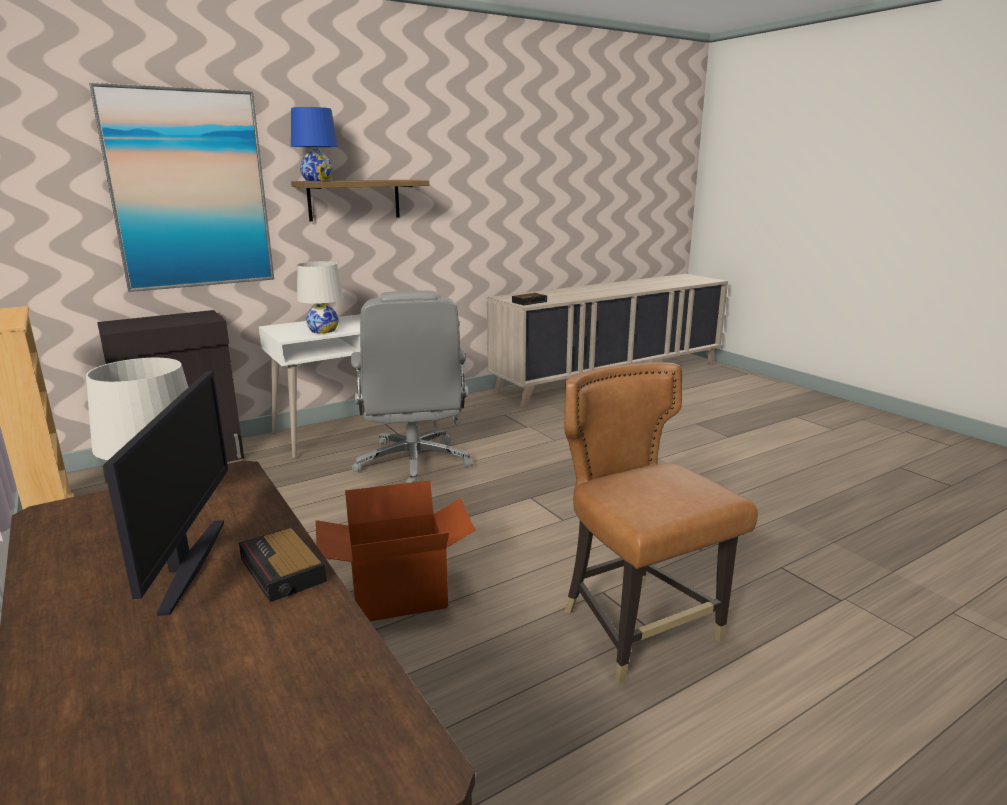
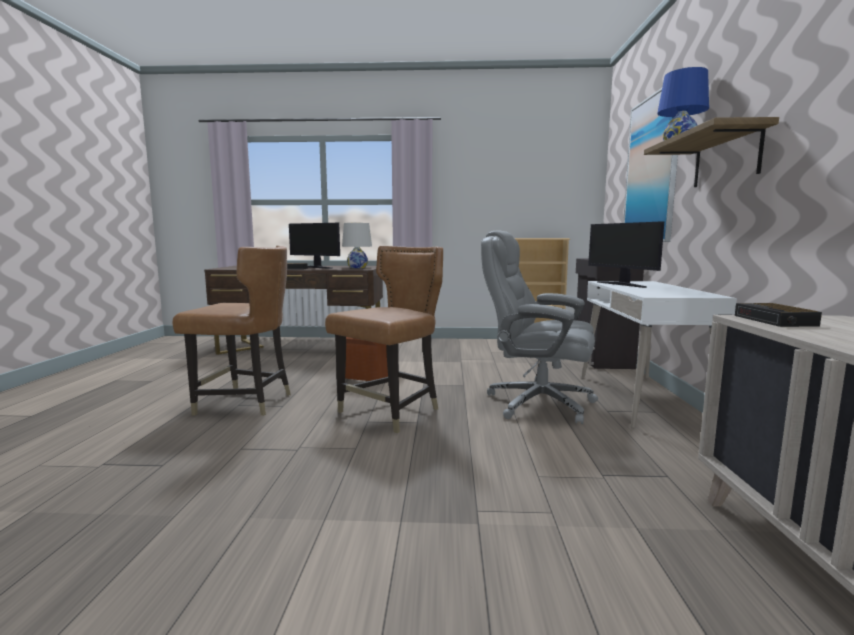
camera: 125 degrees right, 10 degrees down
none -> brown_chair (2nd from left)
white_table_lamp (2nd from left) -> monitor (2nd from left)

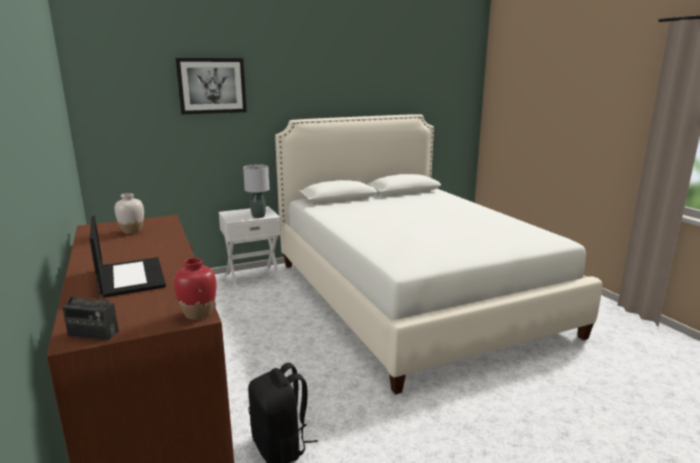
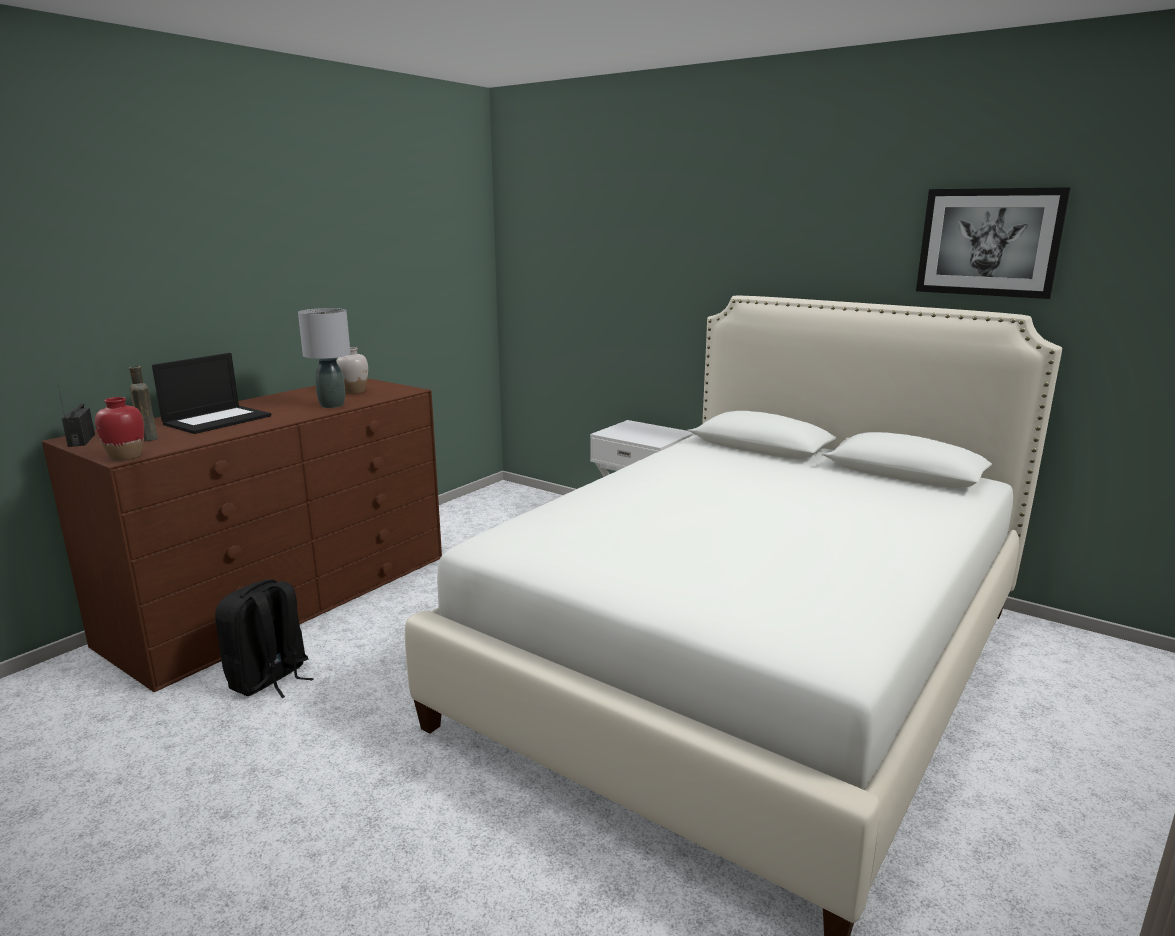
camera: 60 degrees right, 0 degrees up
none -> brown_bottle
picture, moved
grey_table_lamp, moved

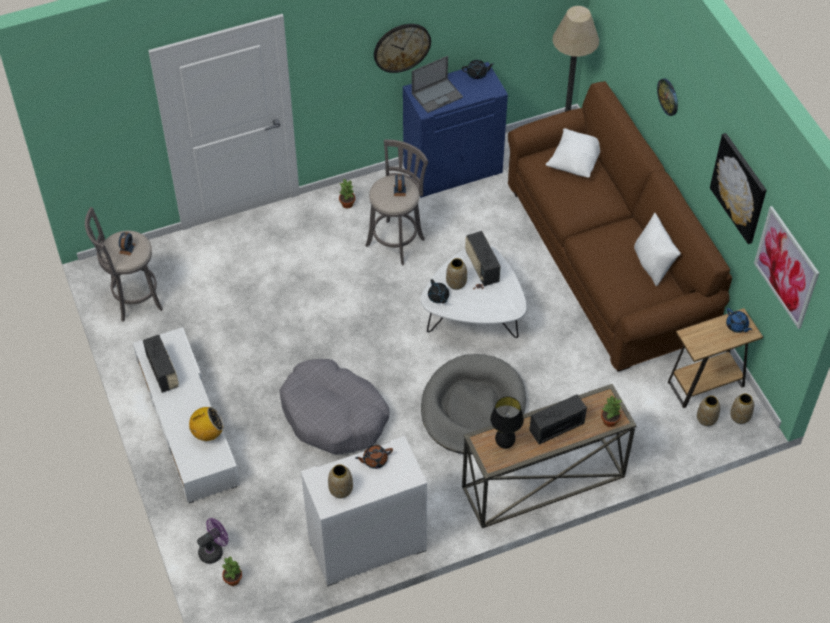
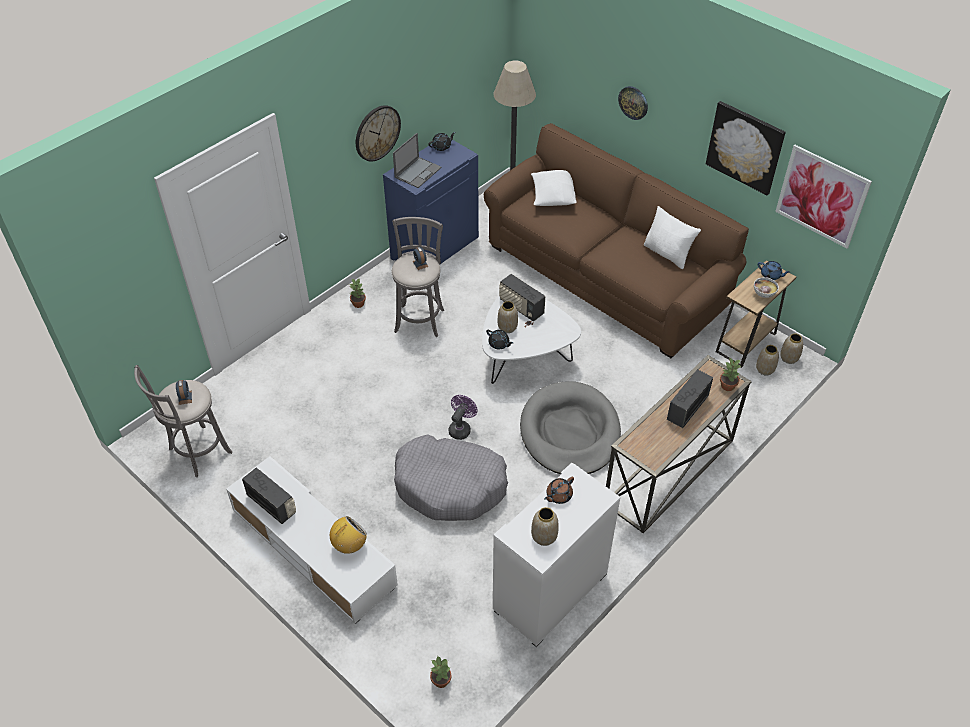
camera: 25 degrees left, 5 degrees down
black_table_lamp -> none
none -> bowl
purple_fan, moved

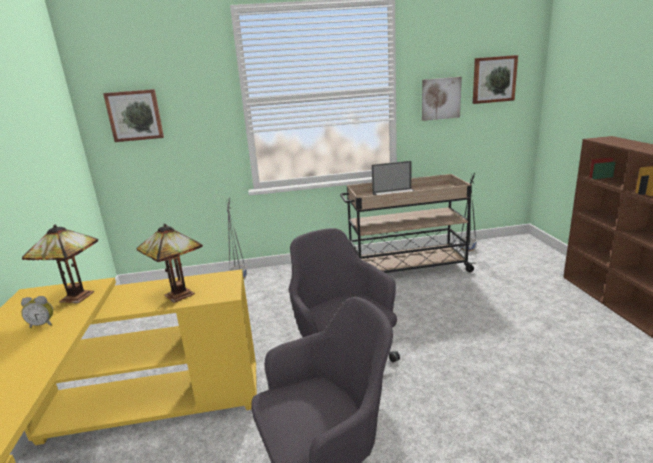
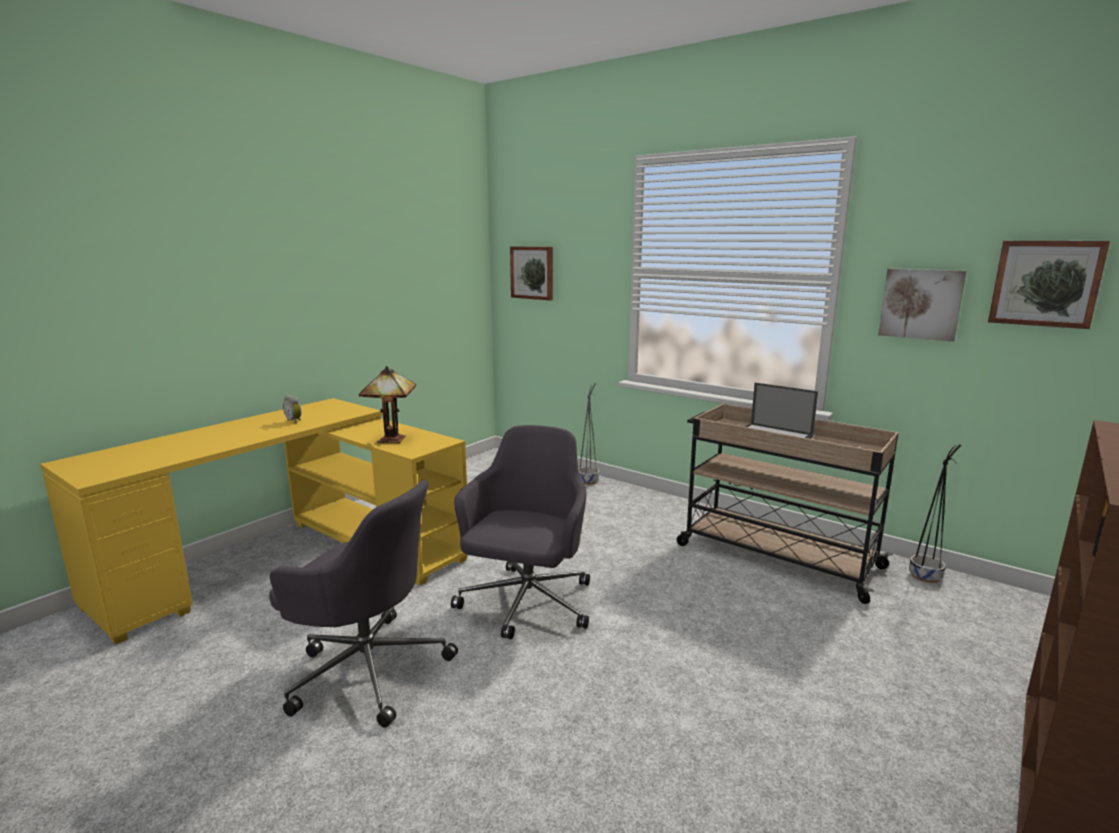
camera: 45 degrees right, 5 degrees down
table_lamp (1st from left) -> none

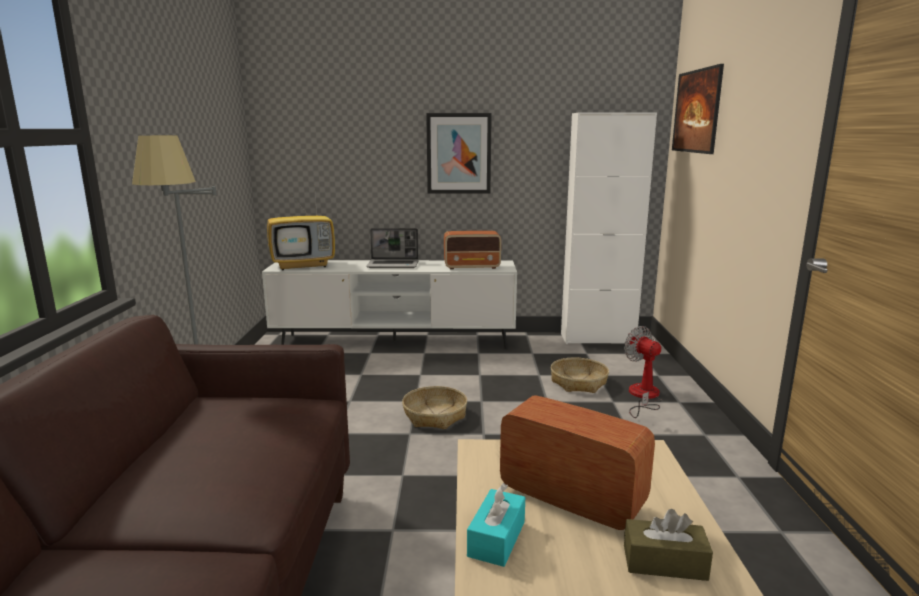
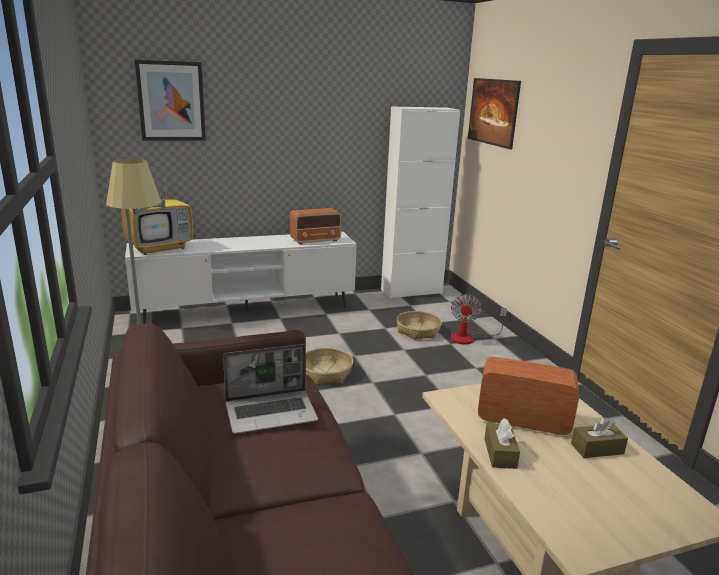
camera: 20 degrees left, 5 degrees up
laptop, moved
picture (1st from left), moved
turquoise_tissue_box -> brown_tissue_box (1st from left)
fan, 120 degrees counterclockwise

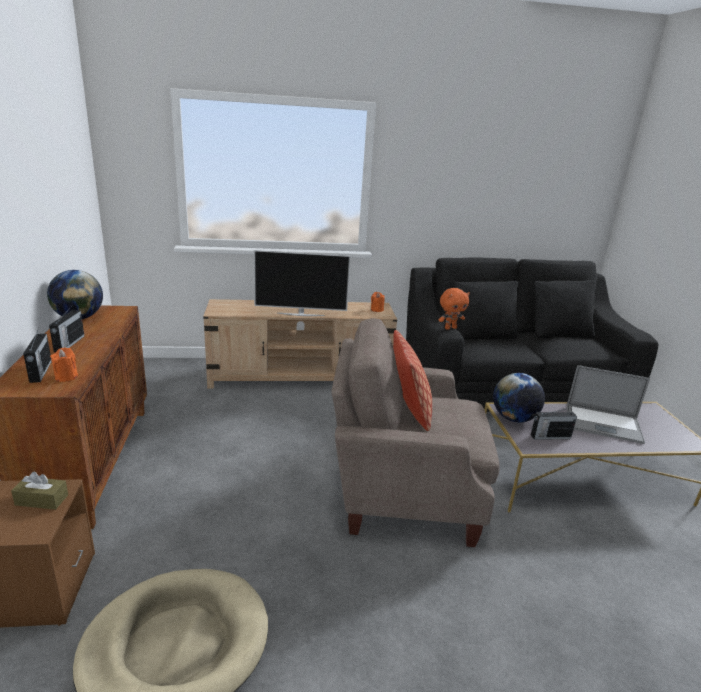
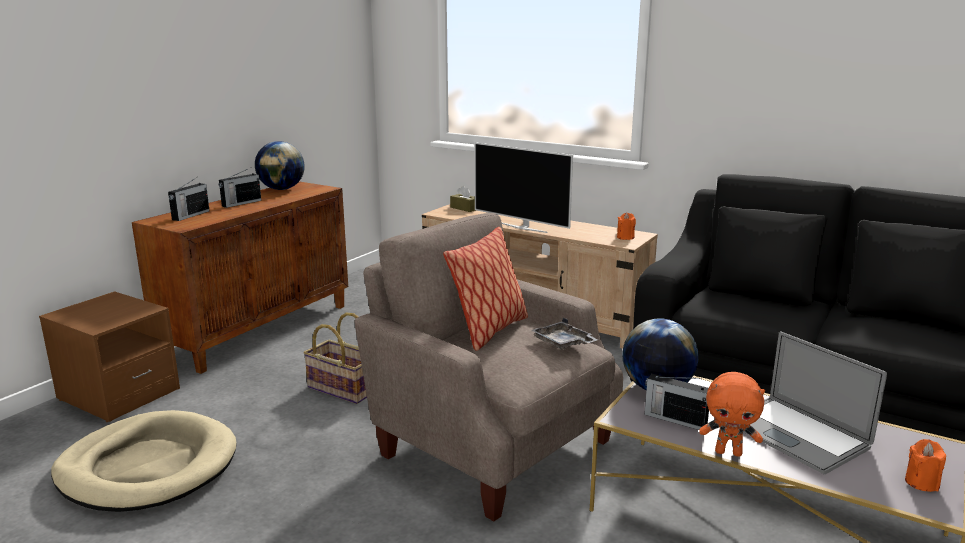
camera: 40 degrees right, 5 degrees down
none -> basket
none -> grey_tray
brown_tissue_box, moved
orange_candle (1st from left in the first image) -> orange_candle (2nd from left), moved
orange_plush_toy, moved

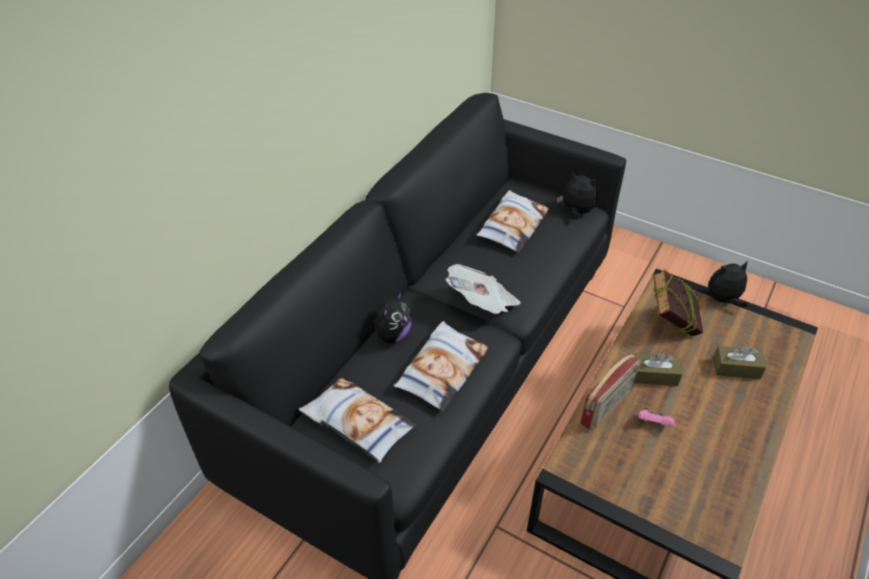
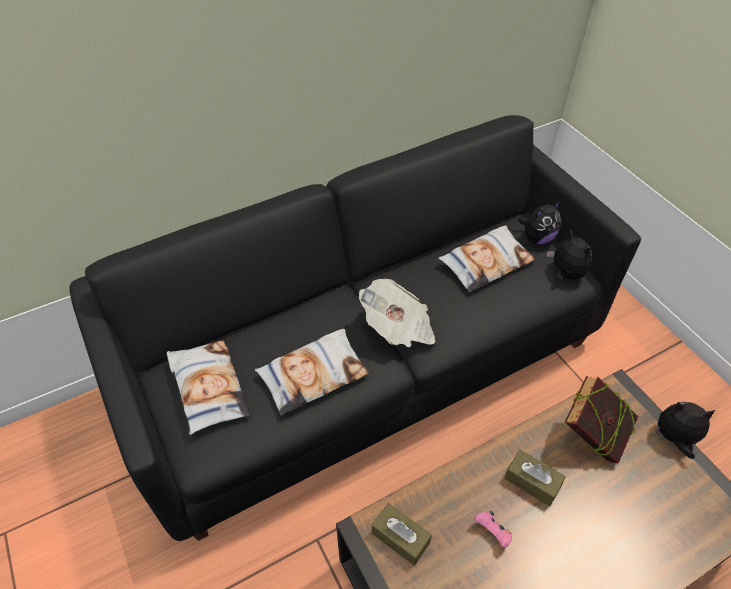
camera: 30 degrees right, 5 degrees up
radio -> none
plush_toy (1st from left), moved
brown_tissue_box (2nd from left in the first image) -> brown_tissue_box (1st from left), moved

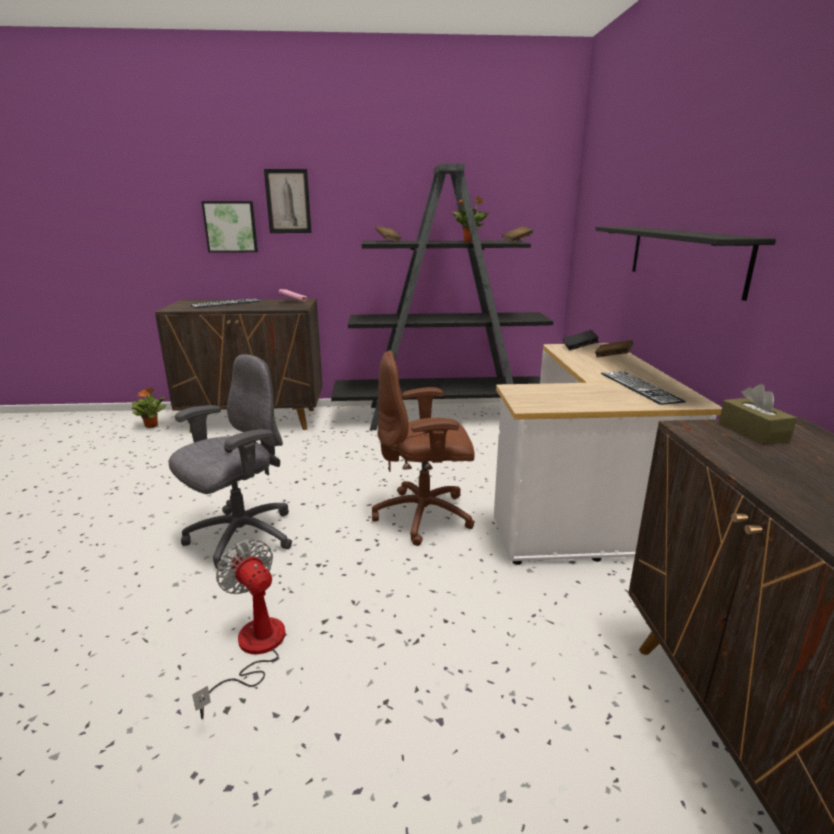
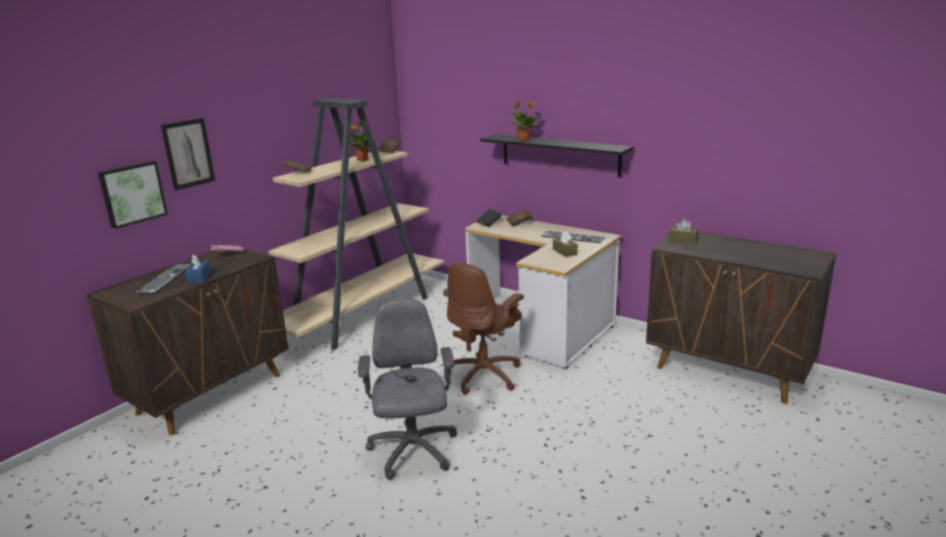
camera: 50 degrees left, 0 degrees up
fan -> none
none -> blue_tissue_box
none -> brown_tissue_box (1st from left)
potted_plant (1st from left in the first image) -> potted_plant (2nd from left), moved
black_bookcase -> beige_bookcase

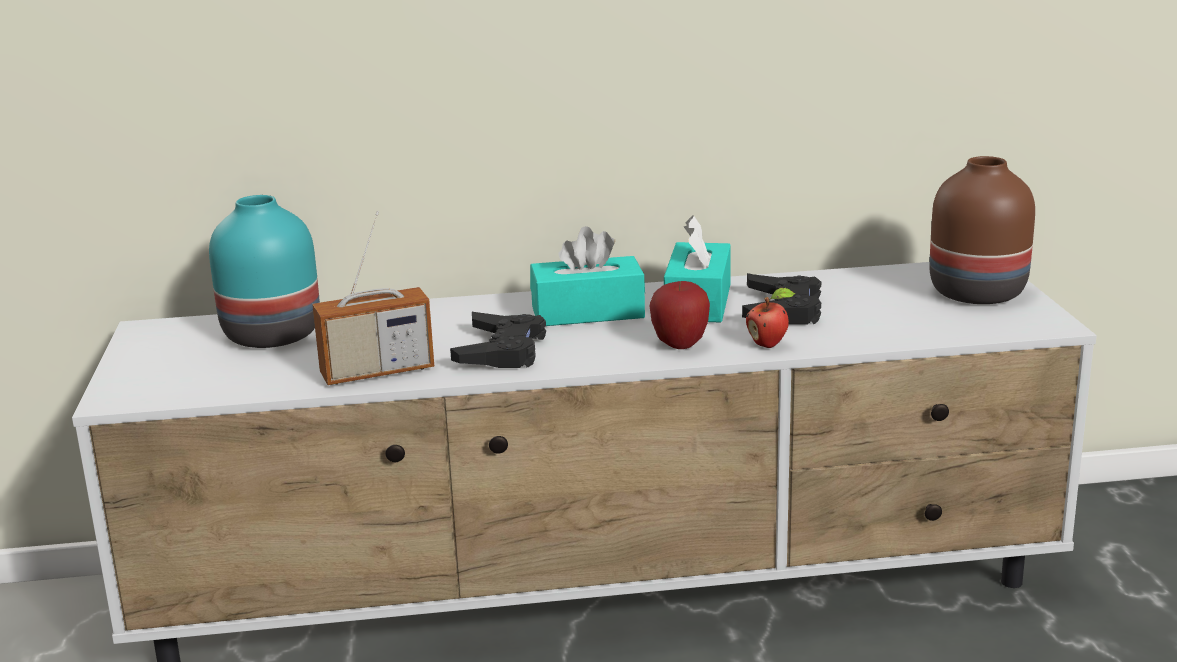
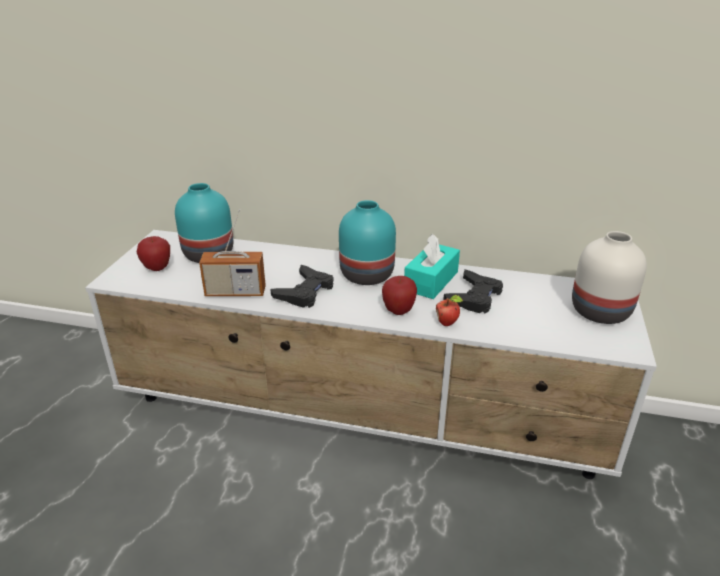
camera: 20 degrees right, 10 degrees up
none -> apple (1st from left)
turquoise_tissue_box (1st from left) -> turquoise_vase (2nd from left)
brown_vase -> white_vase

